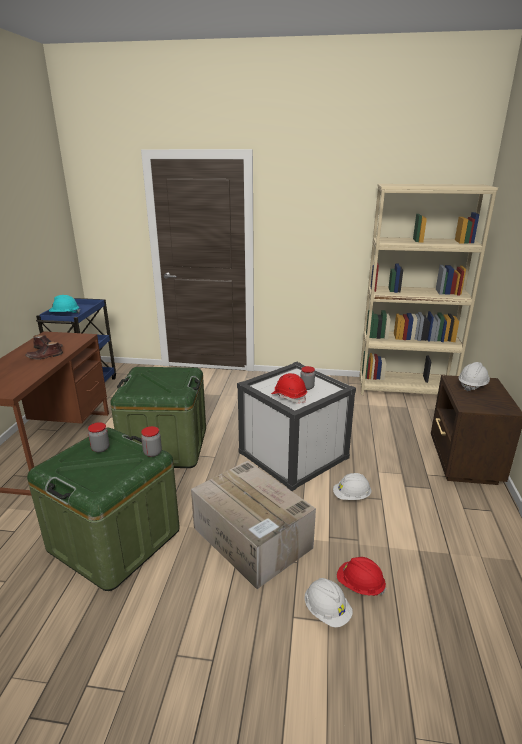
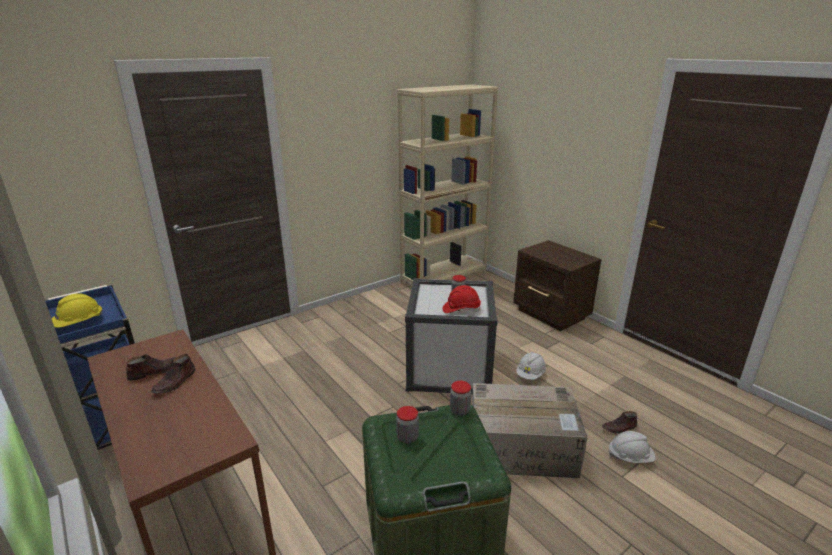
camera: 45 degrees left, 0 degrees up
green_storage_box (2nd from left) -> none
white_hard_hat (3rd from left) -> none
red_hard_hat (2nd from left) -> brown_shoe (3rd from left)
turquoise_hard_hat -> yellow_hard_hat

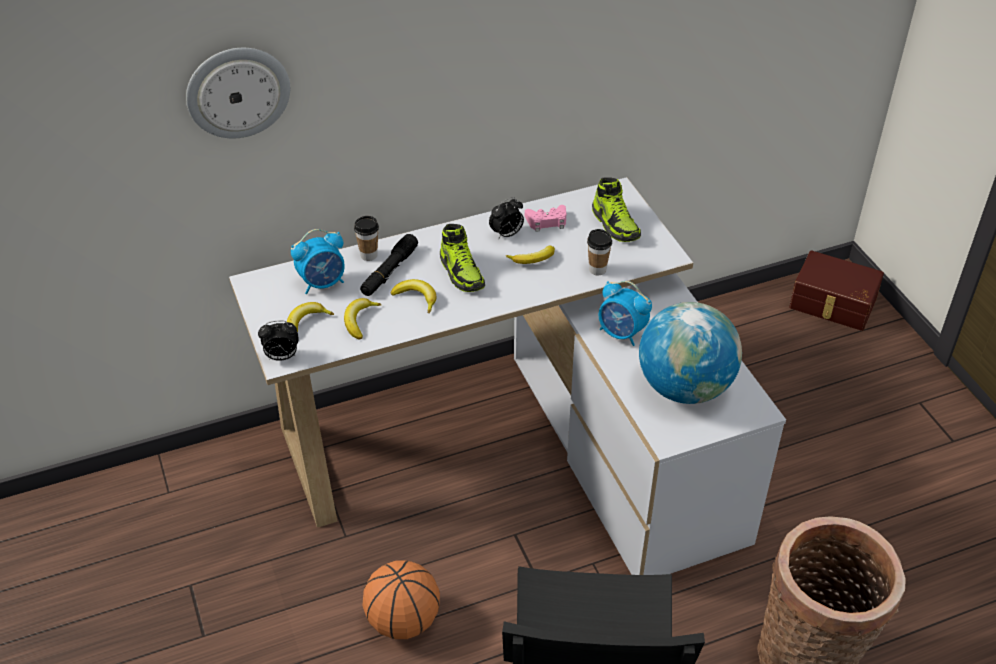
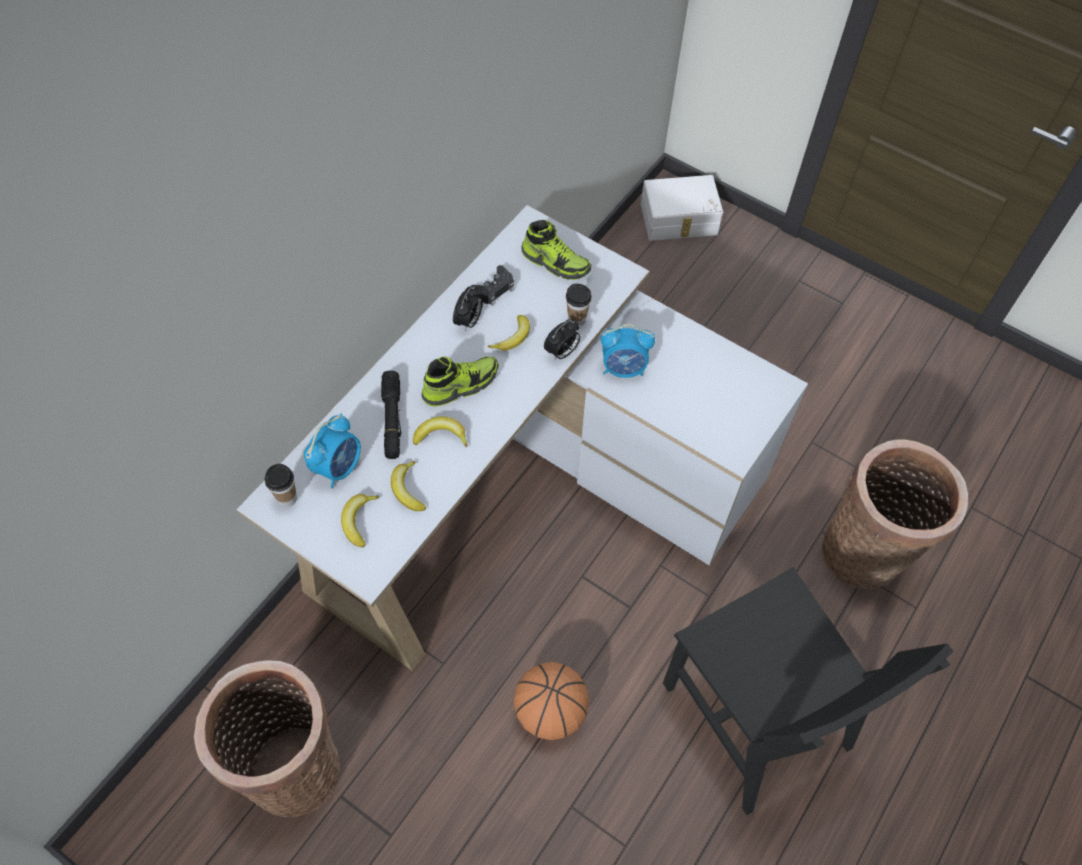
camera: 35 degrees left, 15 degrees up
wall_clock -> none
globe -> none
none -> basket (1st from left)
alarm_clock (1st from left in the first image) -> alarm_clock (3rd from left), moved
cup (1st from left), moved
pink_game_controller -> black_game_controller
brown_storage_box -> white_storage_box
shoe (1st from left), 60 degrees counterclockwise

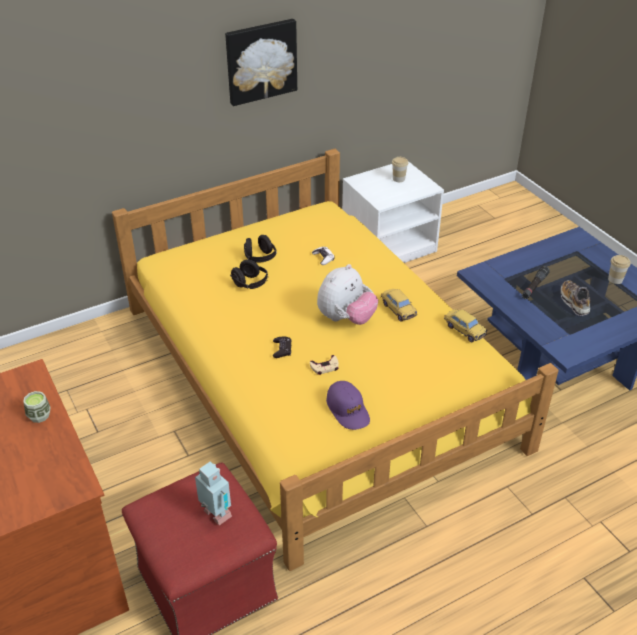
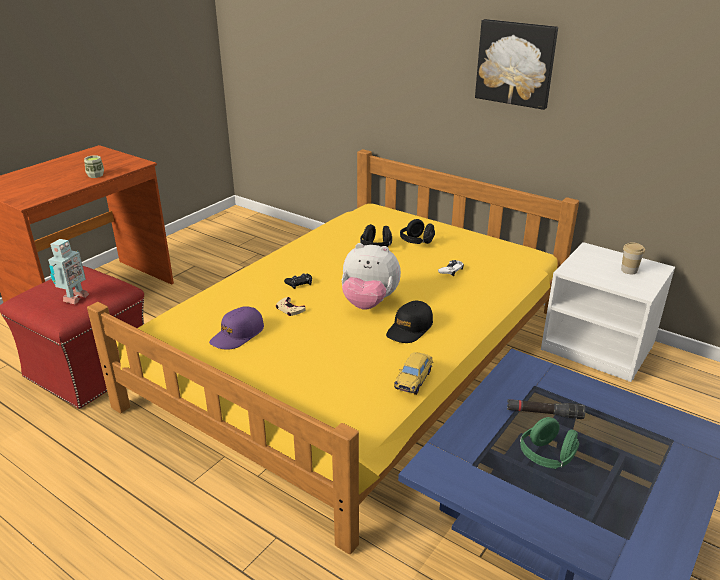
camera: 65 degrees right, 10 degrees down
cup (3rd from left) -> none
toy_car (1st from left) -> black_cap
shoe -> green_headphones

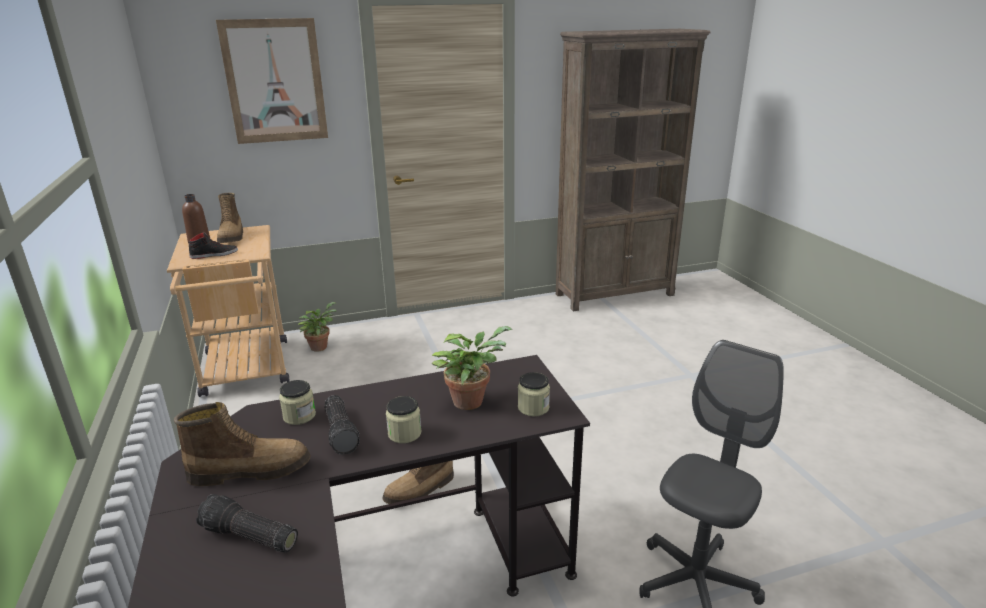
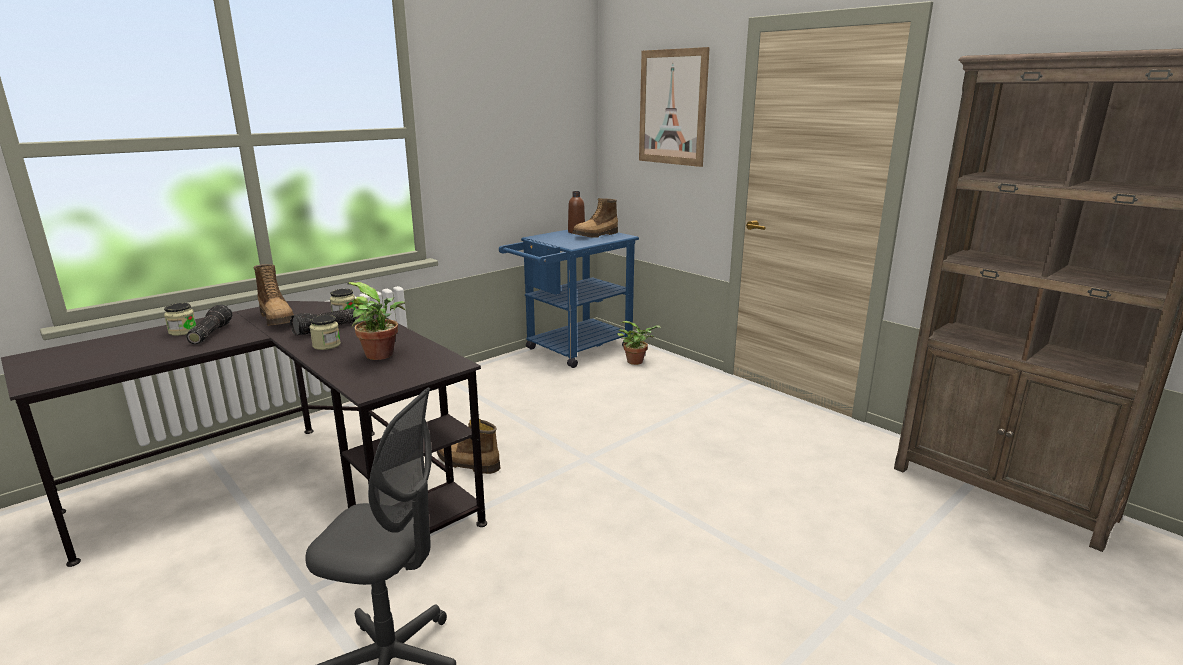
camera: 65 degrees right, 5 degrees down
black_shoe -> none
jar (3rd from left in the first image) -> jar (1st from left), moved
beige_cart -> blue_cart

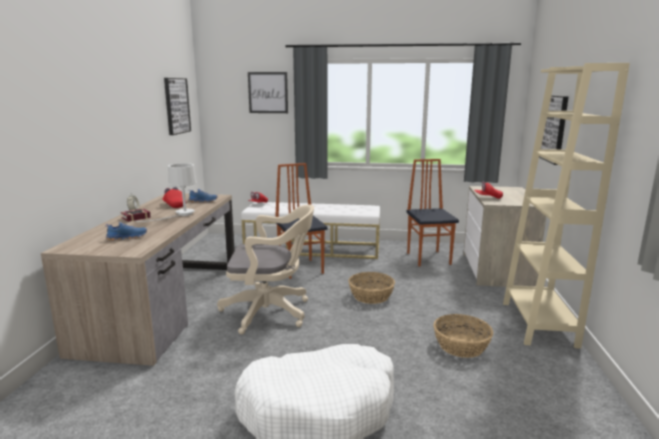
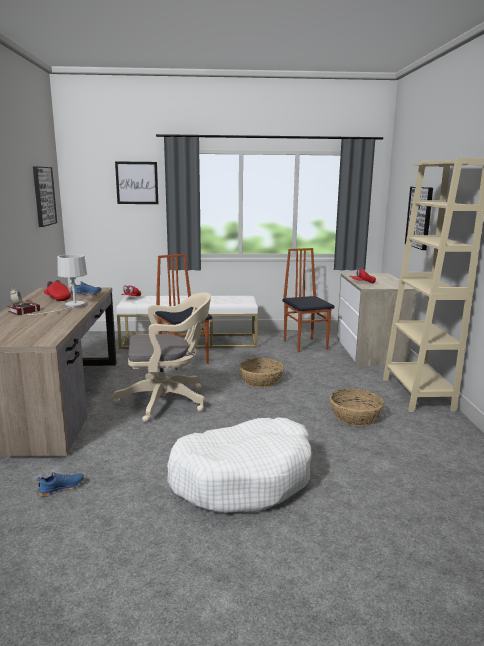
camera: 10 degrees left, 0 degrees up
blue_shoe (1st from left), moved

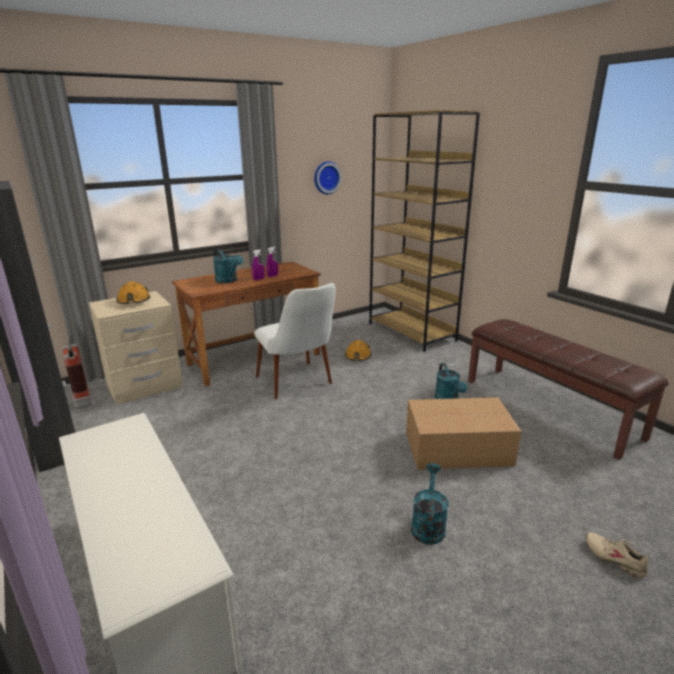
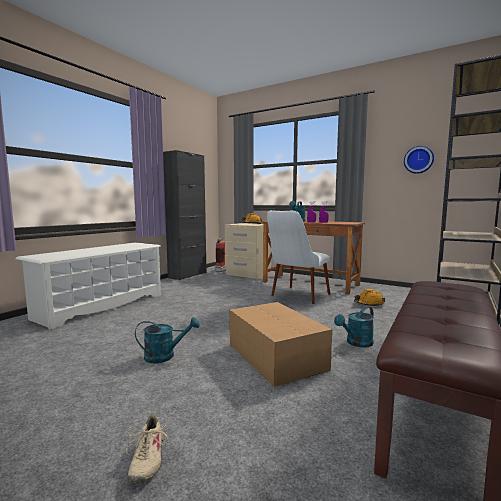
camera: 65 degrees right, 15 degrees down
beige_shoe, 150 degrees clockwise

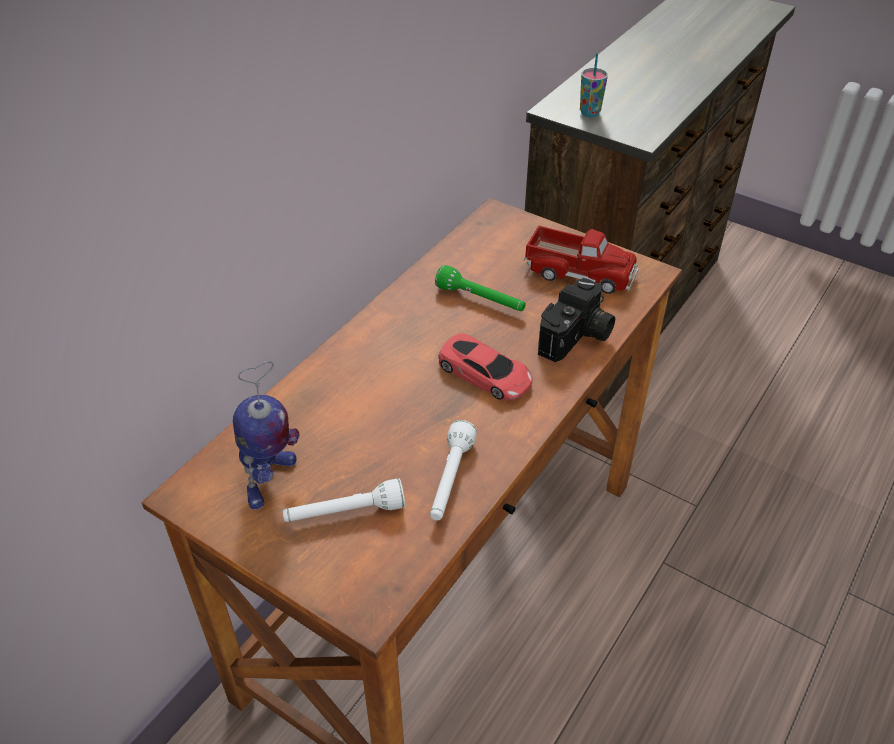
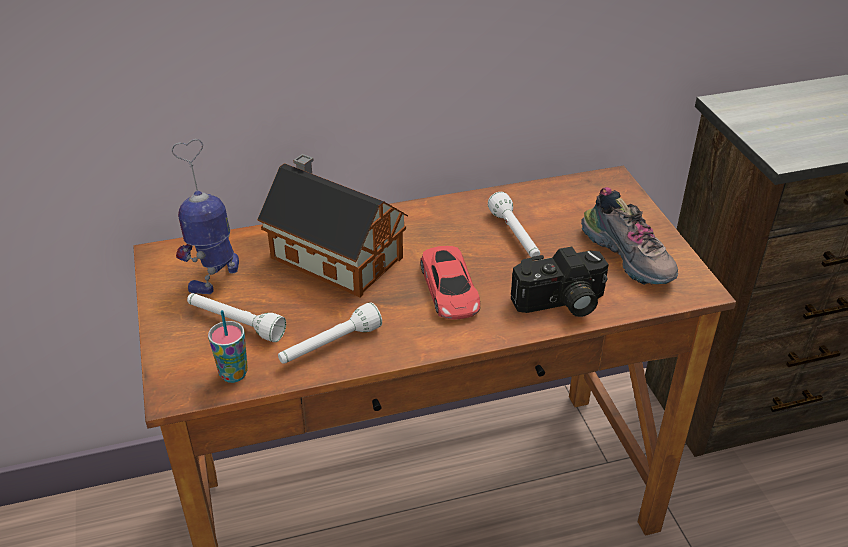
camera: 40 degrees right, 5 degrees down
none -> toy_house
cup, moved
toy_truck -> shoe
green_flashlight -> white_flashlight (3rd from left)
toy_robot, 150 degrees clockwise

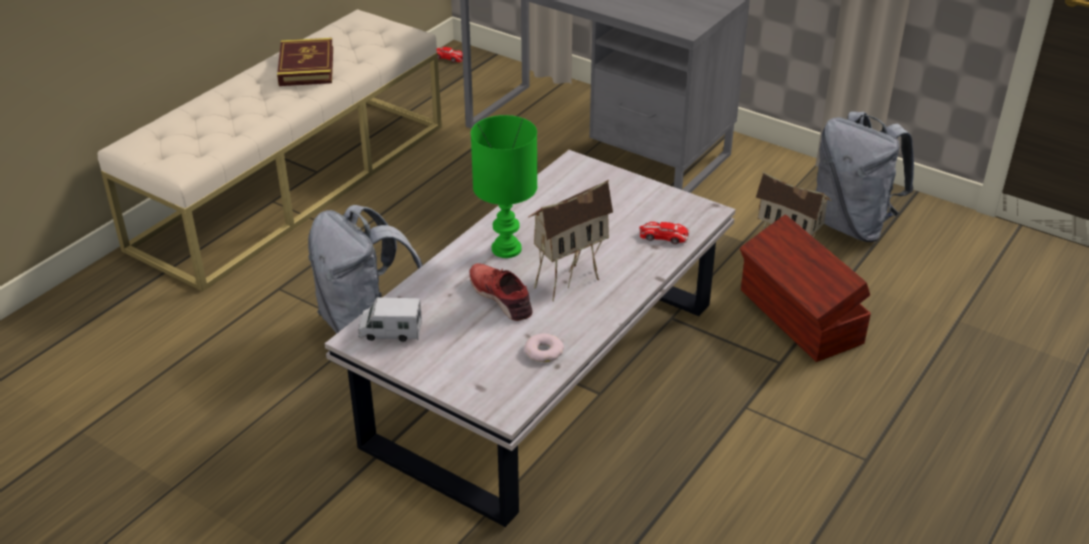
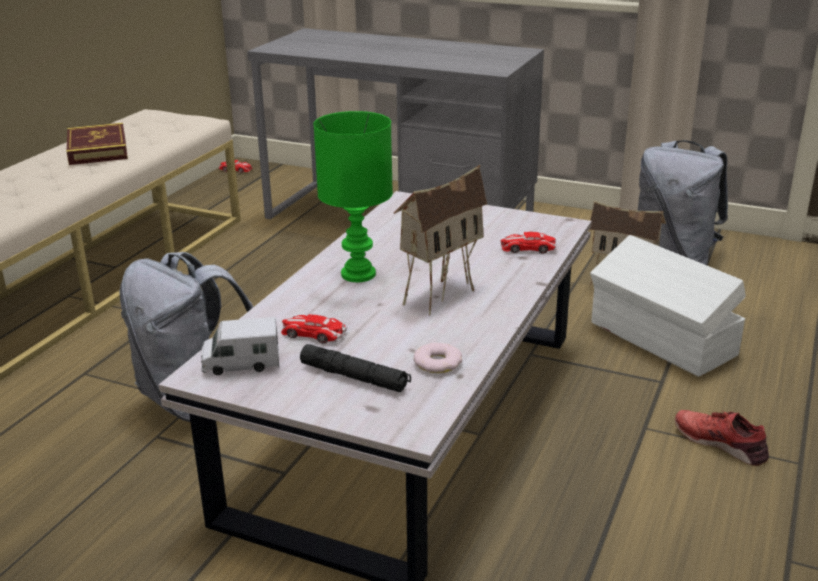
camera: 10 degrees left, 10 degrees down
none -> toy_car (2nd from left)
none -> black_flashlight
red_shoe, moved
brown_storage_box -> white_storage_box

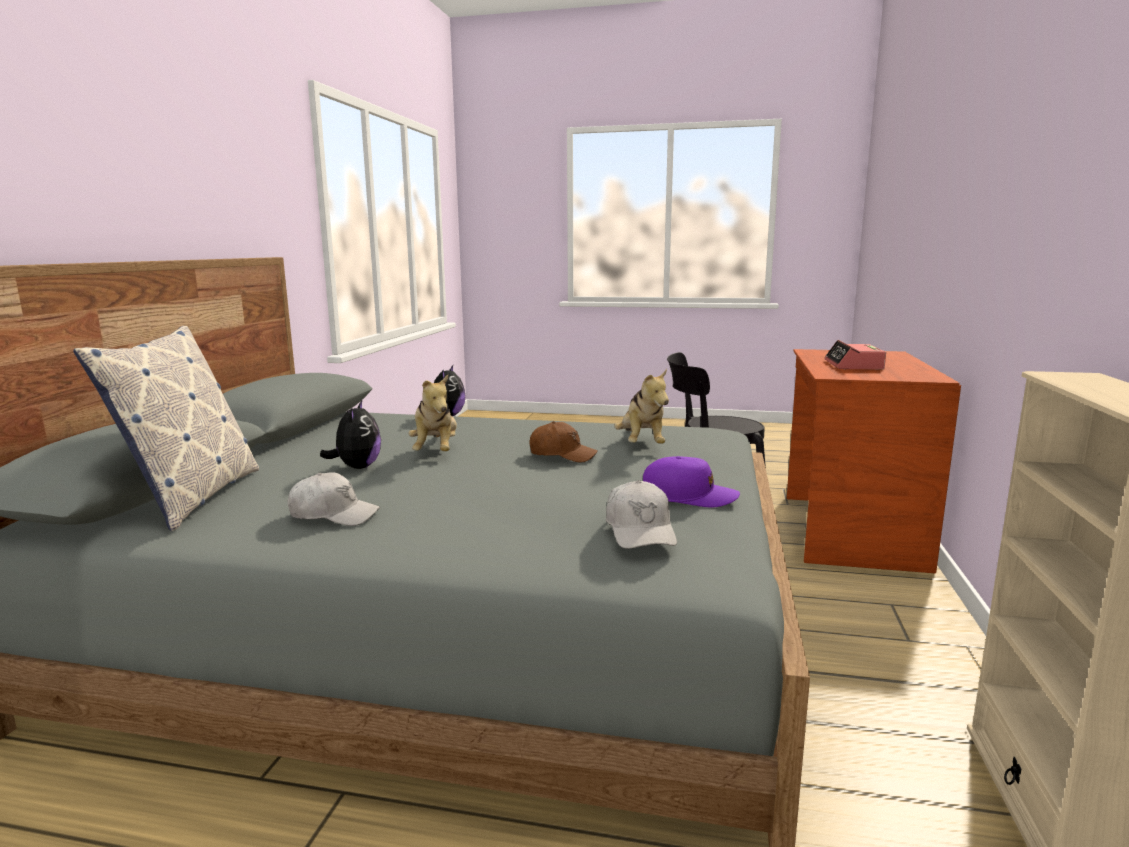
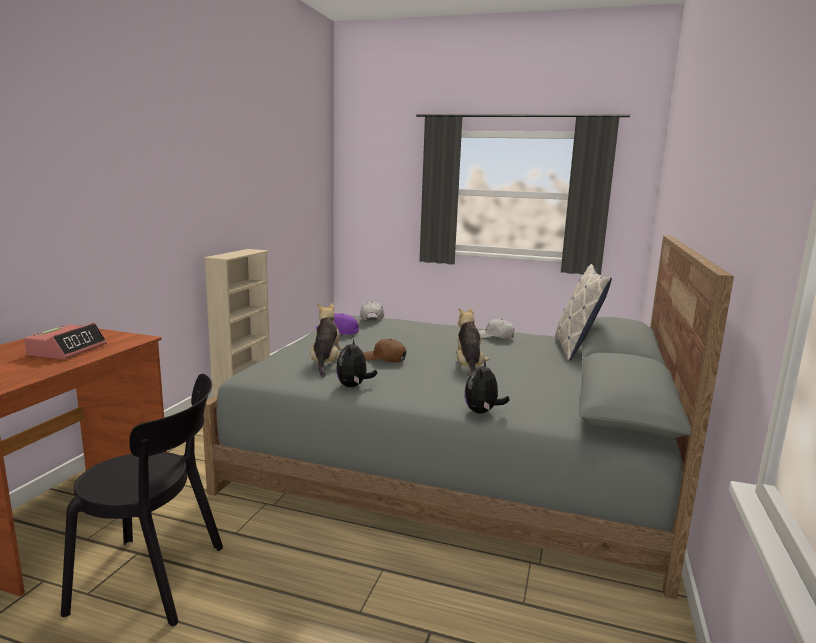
camera: 175 degrees left, 0 degrees up
plush_toy (1st from left in the first image) -> plush_toy (2nd from left), moved

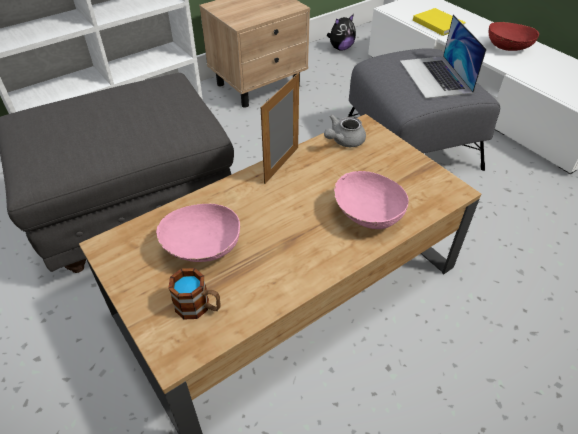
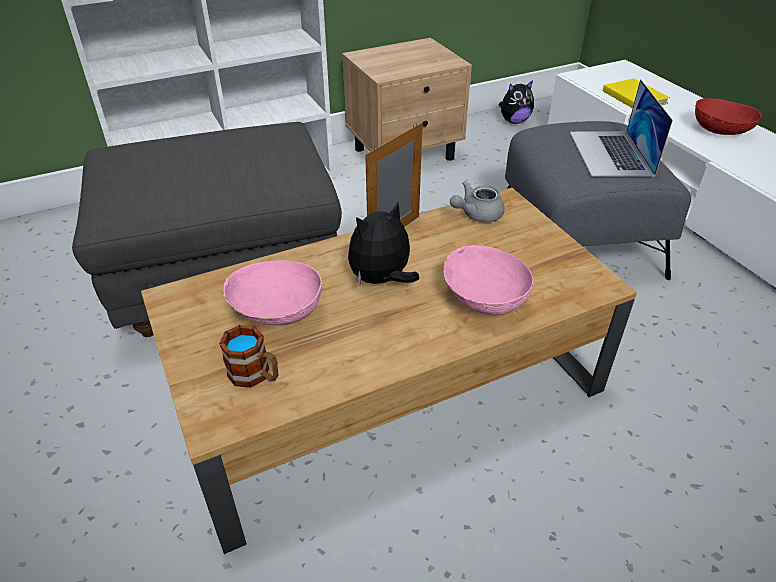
camera: 10 degrees right, 5 degrees down
none -> plush_toy (1st from left)

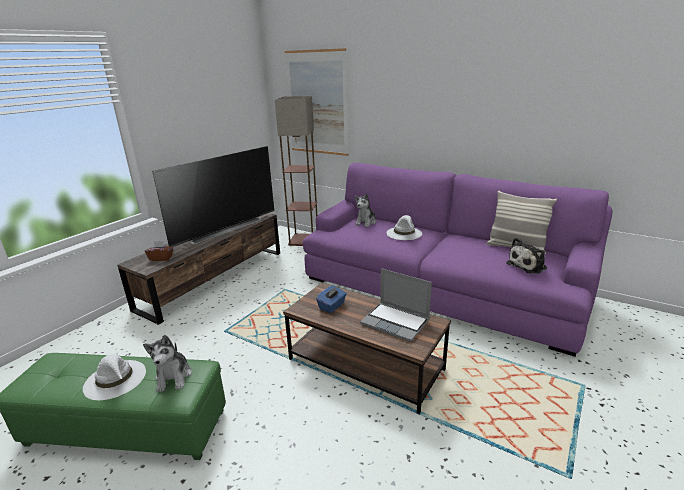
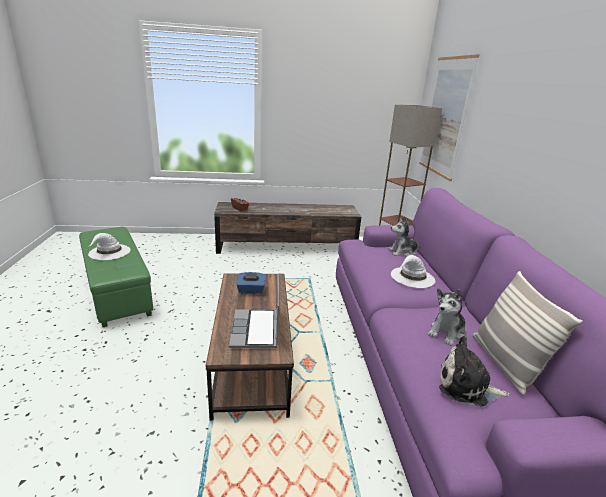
camera: 50 degrees right, 0 degrees up
television -> none
plush_toy (1st from left in the first image) -> plush_toy (2nd from left), moved

